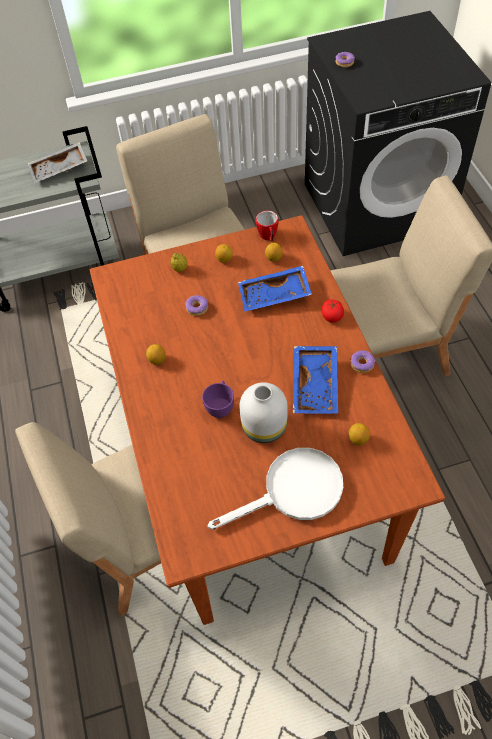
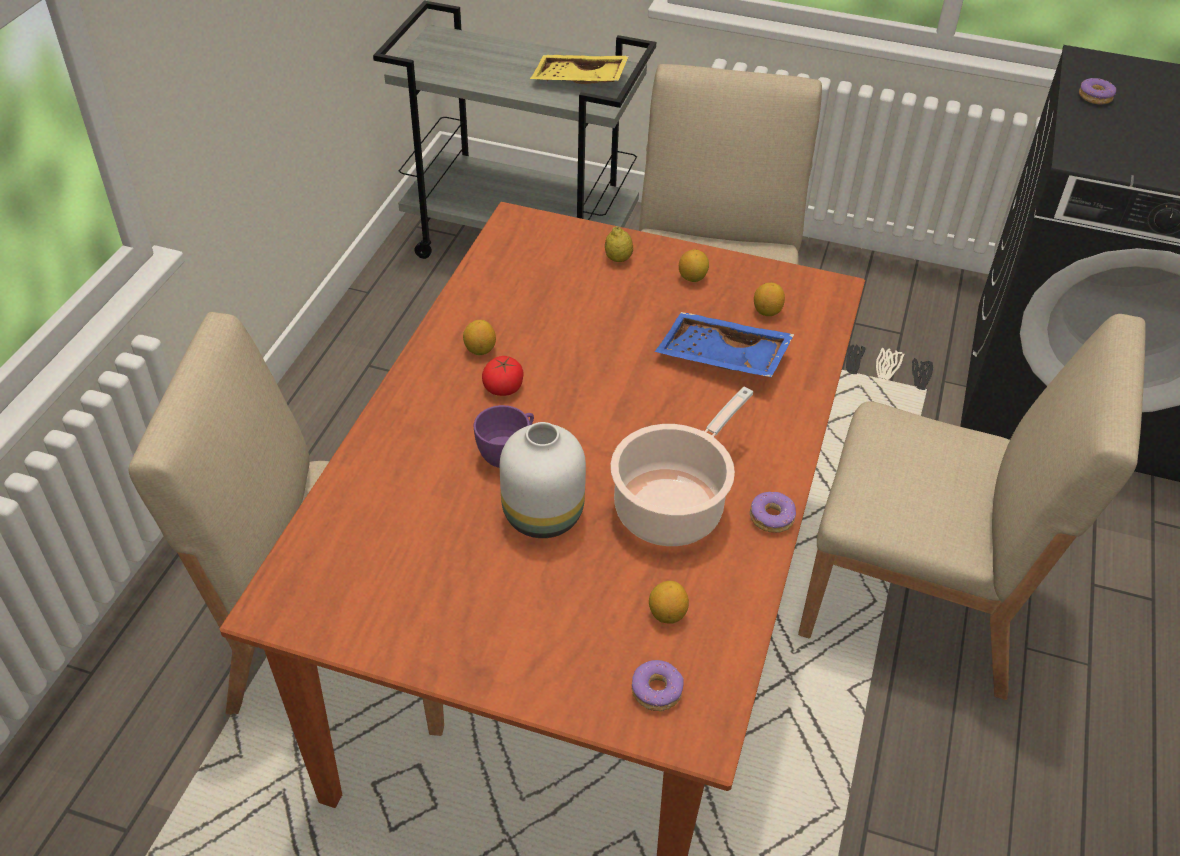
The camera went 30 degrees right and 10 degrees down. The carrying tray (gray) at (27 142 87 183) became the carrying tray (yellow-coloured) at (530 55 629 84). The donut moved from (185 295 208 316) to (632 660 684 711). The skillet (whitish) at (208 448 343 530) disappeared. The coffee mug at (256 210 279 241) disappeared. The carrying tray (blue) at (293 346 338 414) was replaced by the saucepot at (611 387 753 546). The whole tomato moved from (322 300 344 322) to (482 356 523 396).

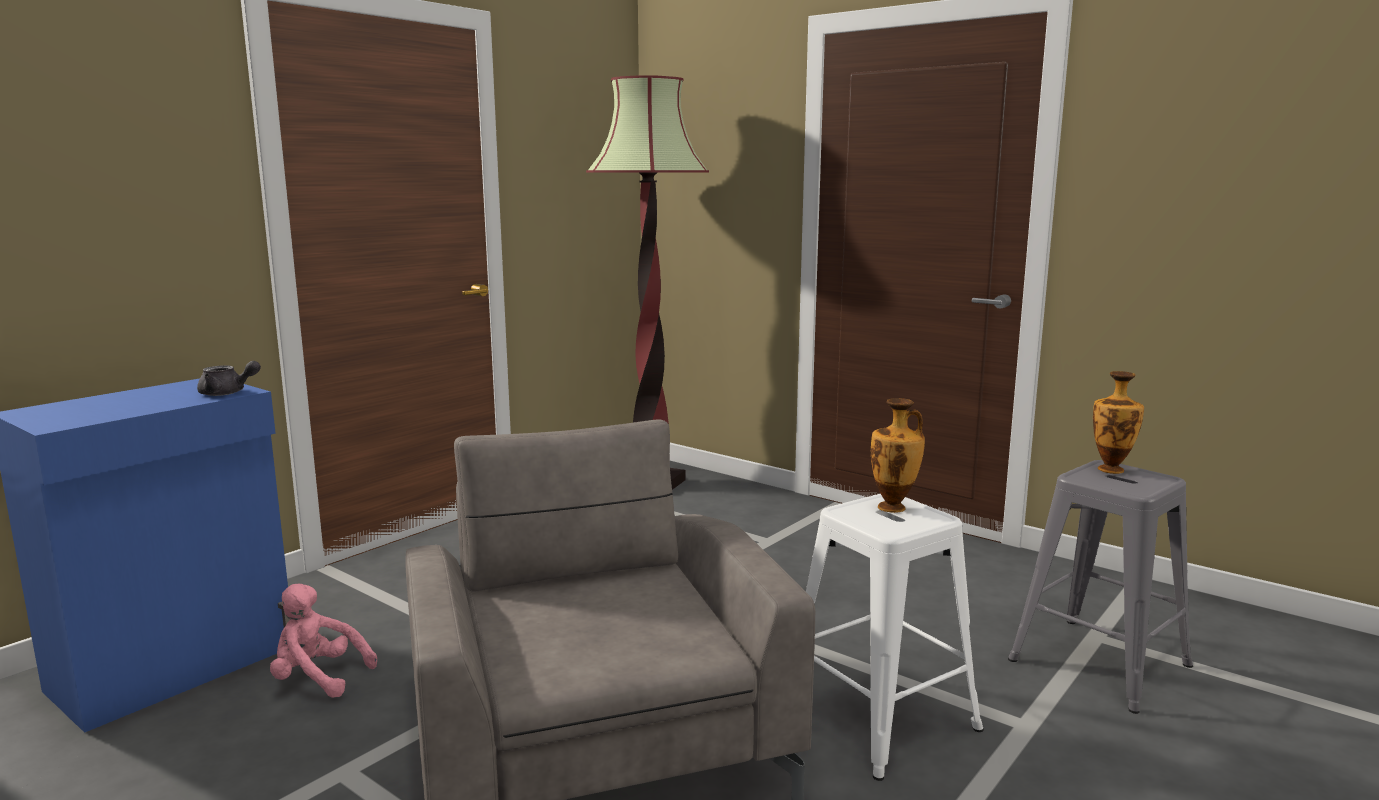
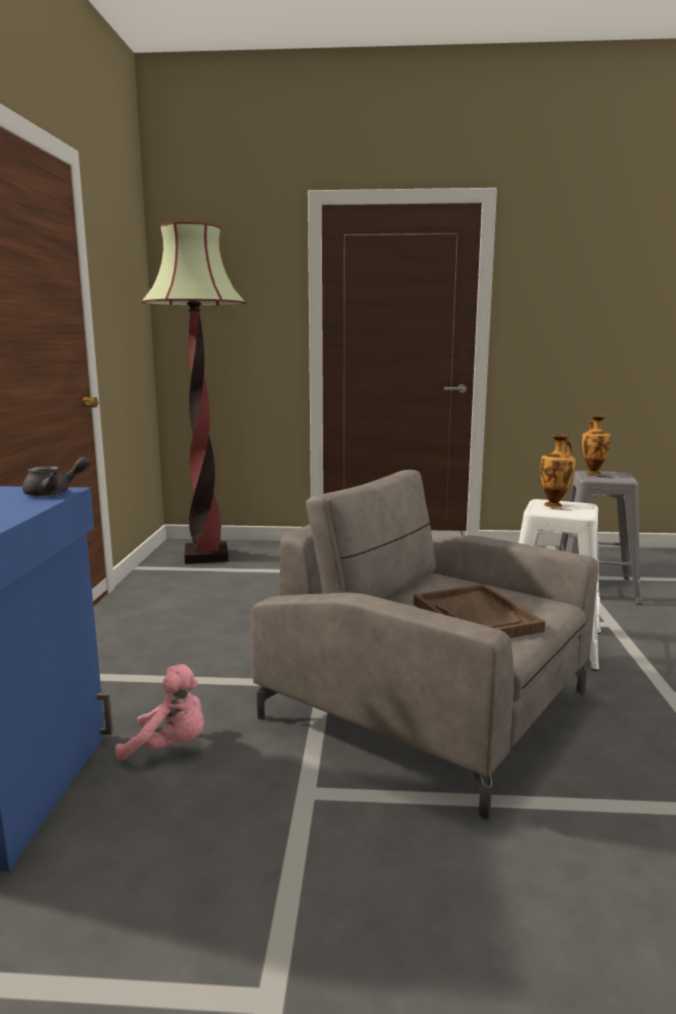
The camera went 35 degrees left and 0 degrees up. The cuddly toy (pink-coloured) at (270 584 377 698) turned 150 degrees counterclockwise. The carrying tray (brownish) at (413 584 545 638) appeared.

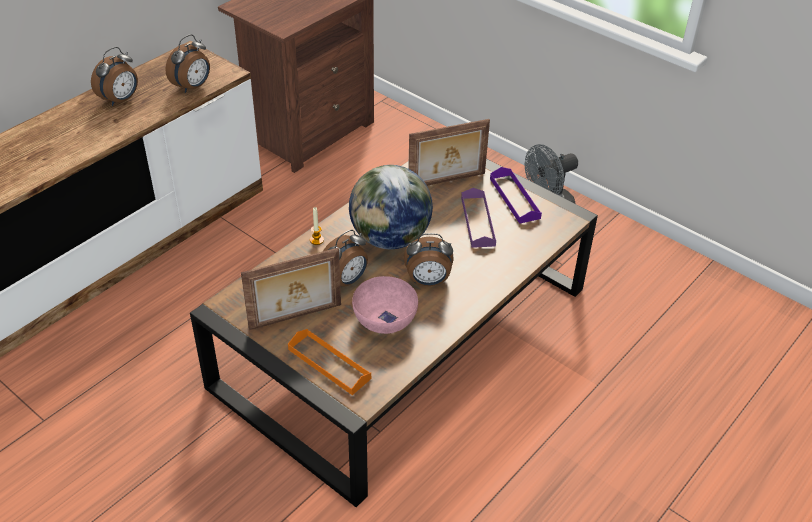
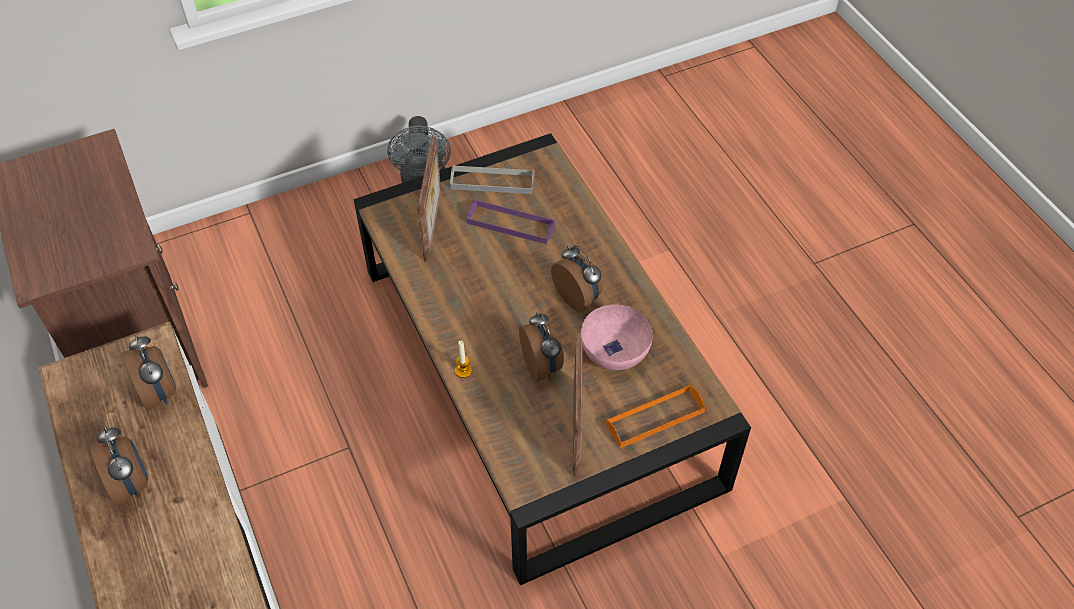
The camera went 65 degrees left and 10 degrees up. The world globe at (349 165 433 249) disappeared. The table clock at (404 233 454 286) turned 60 degrees counterclockwise. The carrying tray (purplish) at (490 167 542 224) became the carrying tray (gray) at (450 165 534 194).

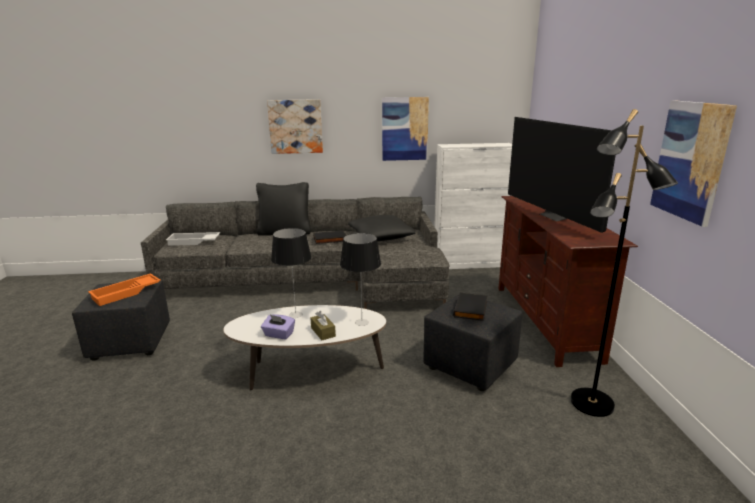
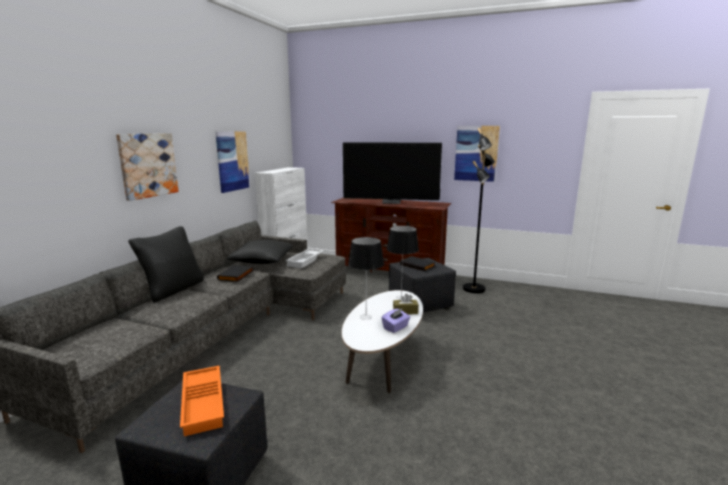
The camera went 65 degrees left and 5 degrees down. The carrying tray (whitish) moved from (166 232 220 246) to (285 249 324 268).

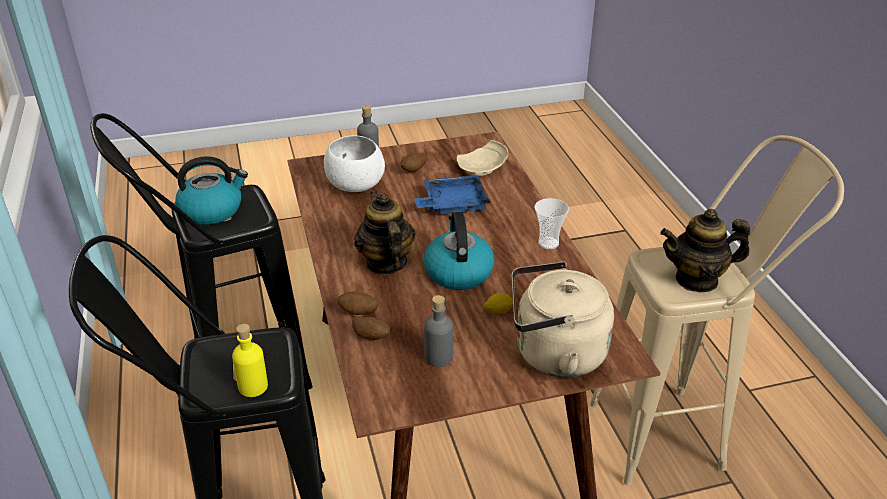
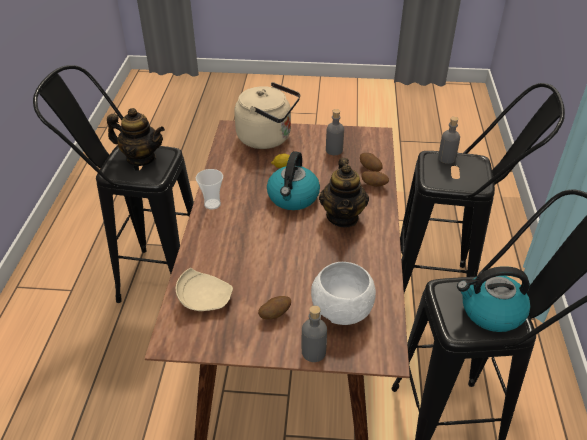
The camera went 160 degrees left and 5 degrees up. The beverage bottle (yellow-coloured) at (232 324 268 397) became the beverage bottle (gray) at (438 117 460 164). The carrying tray (blue) at (414 175 491 214) disappeared. The stool seat (sand-coloured) at (590 135 844 485) became the stool seat (black) at (33 65 194 303).

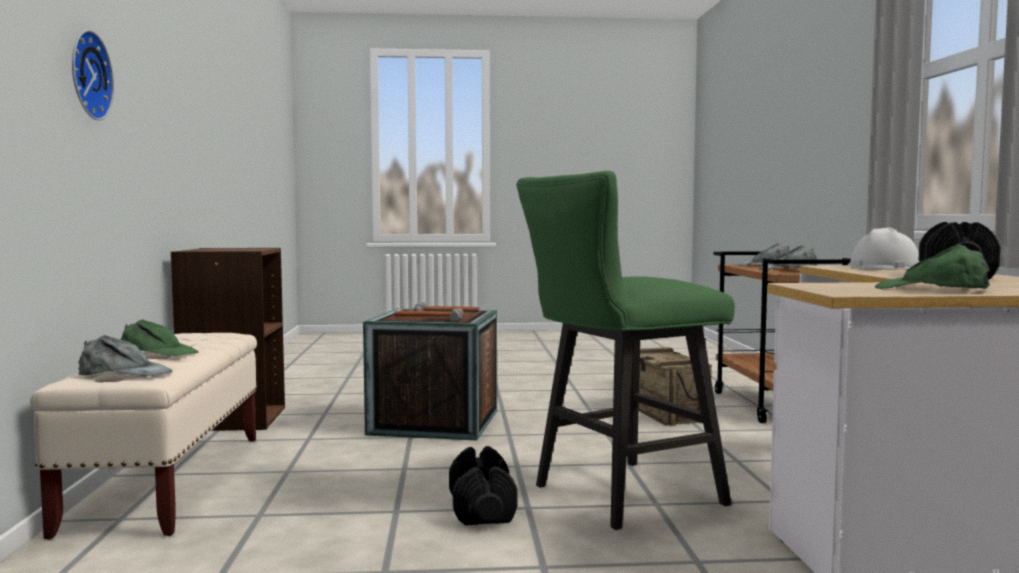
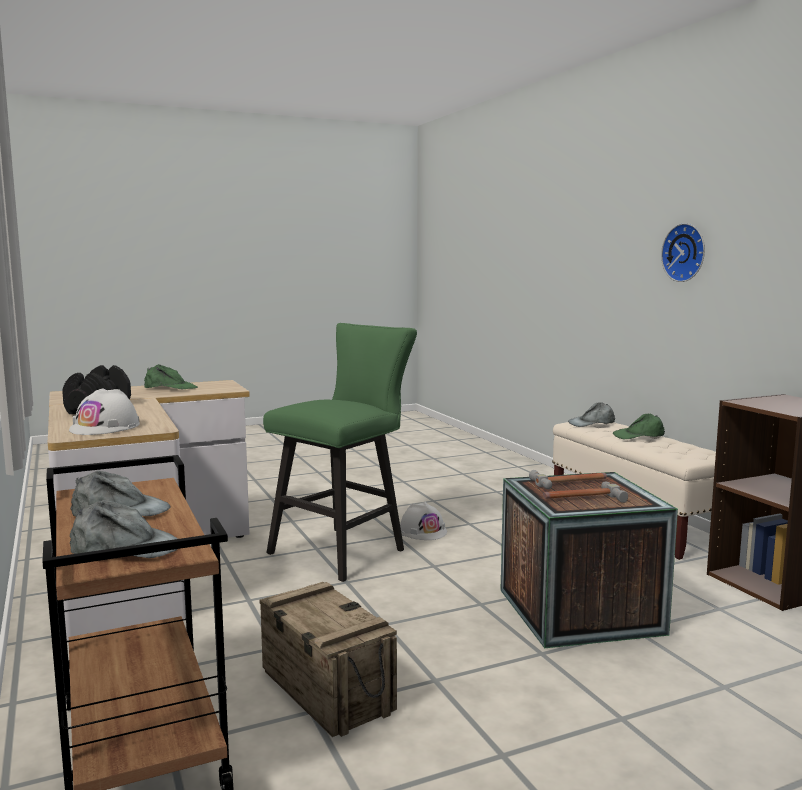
The camera went 160 degrees right and 5 degrees up. The free weight (black) at (449 446 517 525) was replaced by the work helmet (whitish) at (400 502 447 540).

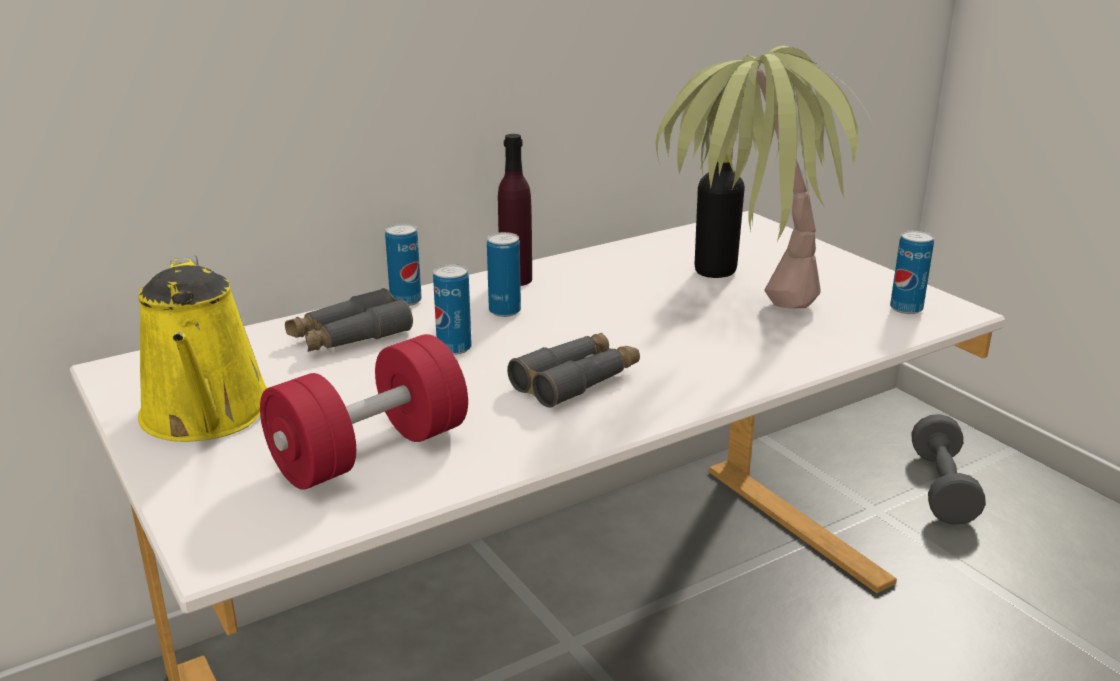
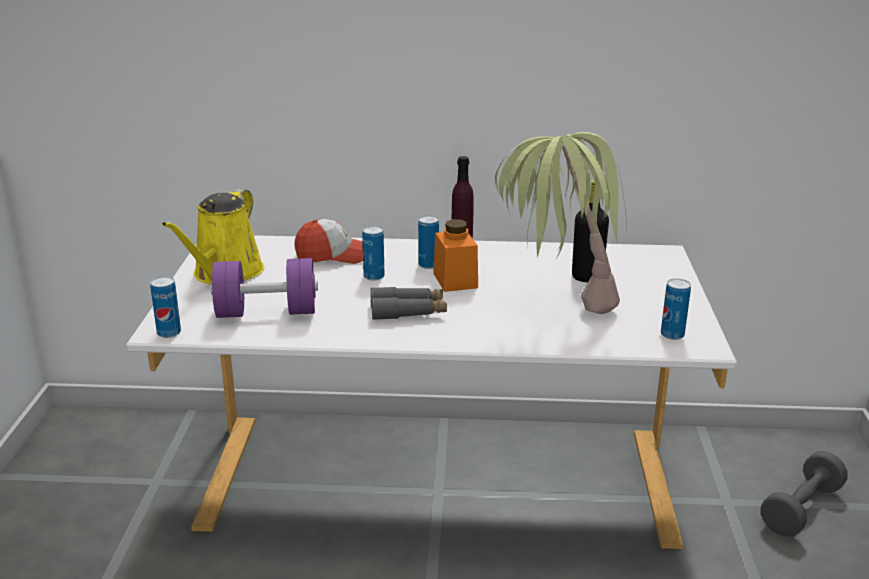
The camera went 35 degrees right and 0 degrees up. The free weight (red) at (260 334 468 490) became the free weight (purplish) at (211 258 318 318). The field glasses (gray) at (285 288 413 352) was replaced by the baseball cap at (295 219 363 264). The sealed can moved from (385 223 422 306) to (150 276 181 338). The jar (orangey) at (433 219 478 292) appeared.

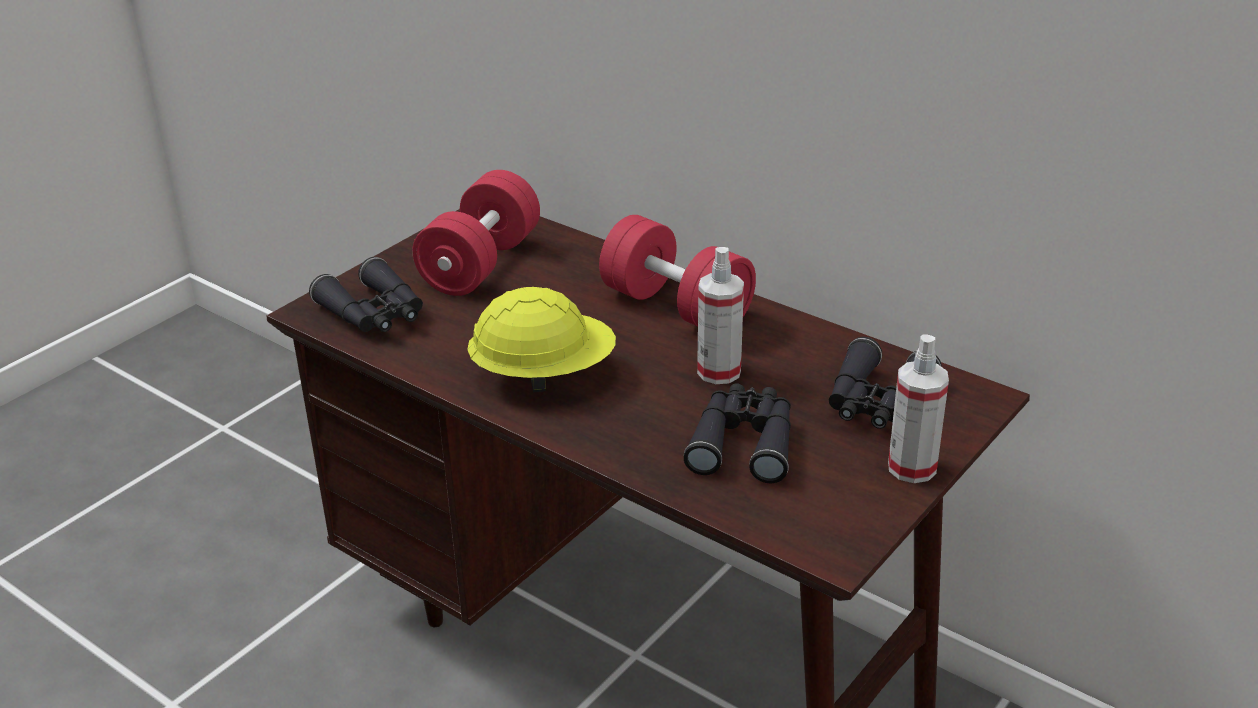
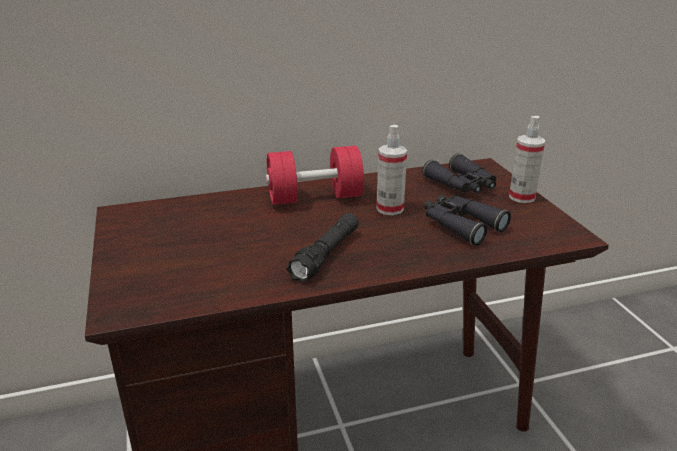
The camera went 55 degrees left and 5 degrees down. The field glasses (black) at (309 257 423 332) disappeared. The free weight (red) at (412 170 540 296) disappeared. The work helmet (yellow-coloured) at (467 287 616 392) was replaced by the torch (black) at (286 213 359 283).

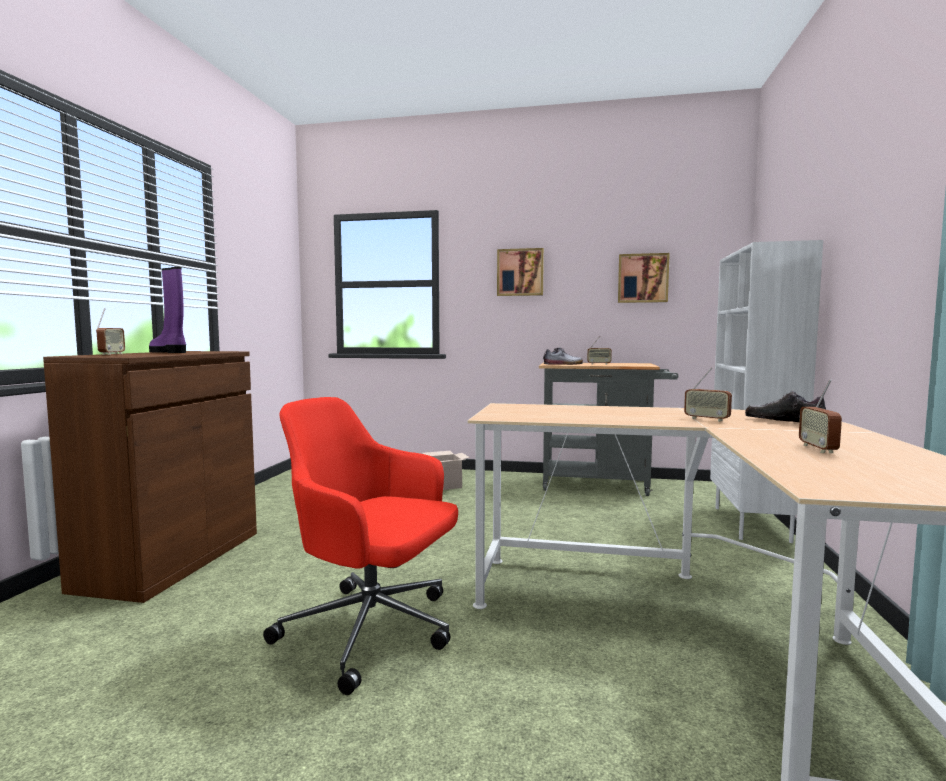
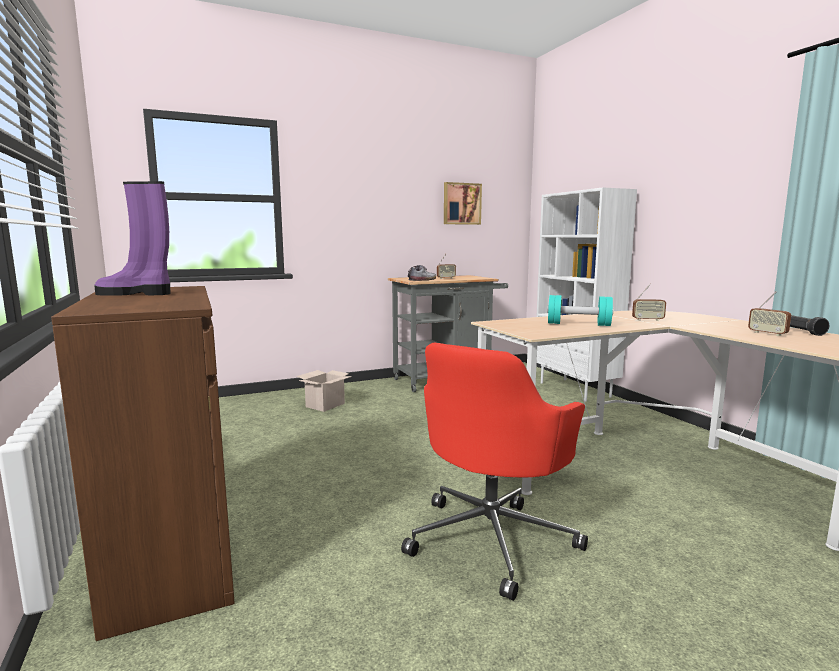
The camera went 35 degrees left and 5 degrees up. The radio set at (96 308 125 355) disappeared. The desk chair (red) at (263 397 458 695) turned 45 degrees counterclockwise. The wall picture at (497 248 544 296) disappeared. The shoe at (745 391 826 422) disappeared. The free weight (turquoise) at (547 295 613 326) appeared. The torch (black) at (790 315 829 336) appeared.

